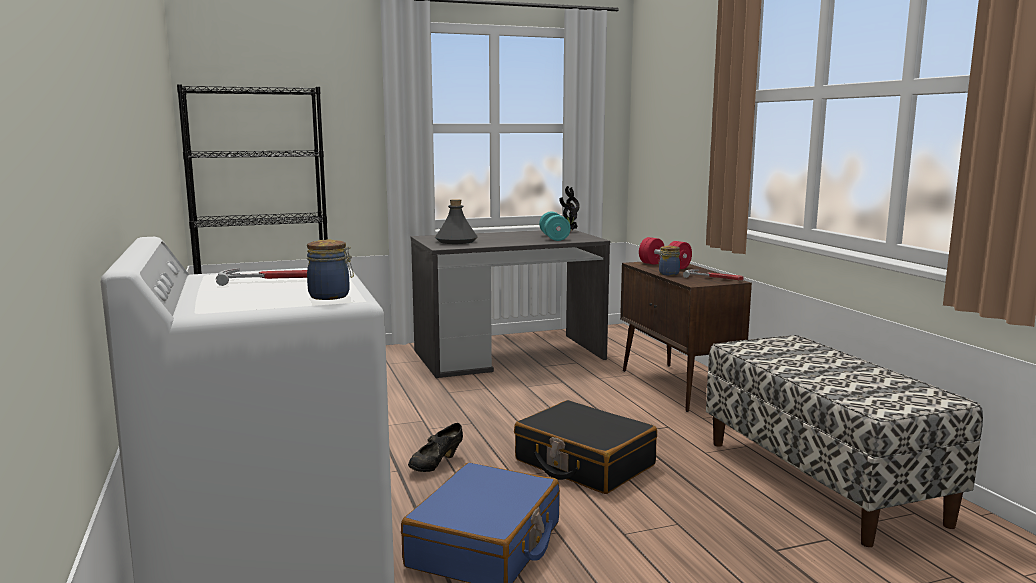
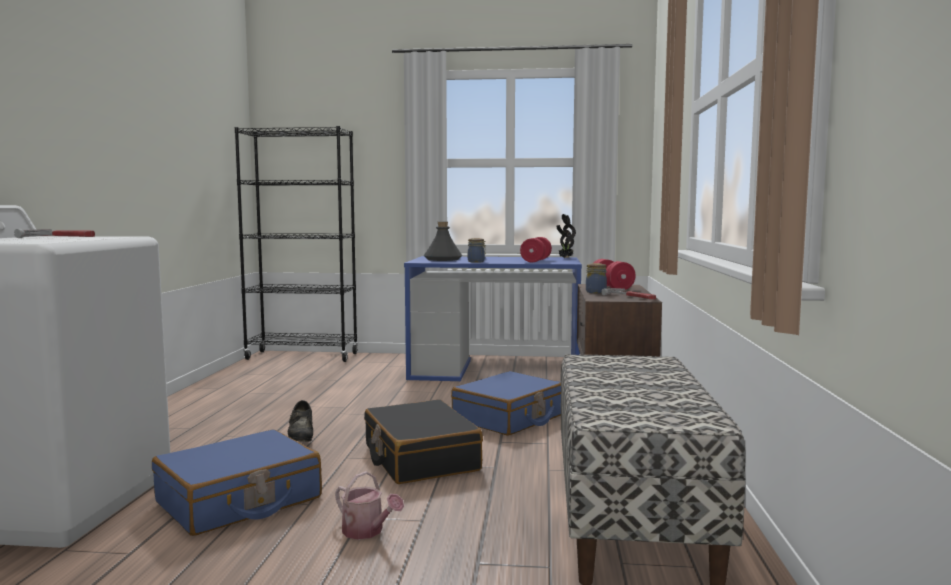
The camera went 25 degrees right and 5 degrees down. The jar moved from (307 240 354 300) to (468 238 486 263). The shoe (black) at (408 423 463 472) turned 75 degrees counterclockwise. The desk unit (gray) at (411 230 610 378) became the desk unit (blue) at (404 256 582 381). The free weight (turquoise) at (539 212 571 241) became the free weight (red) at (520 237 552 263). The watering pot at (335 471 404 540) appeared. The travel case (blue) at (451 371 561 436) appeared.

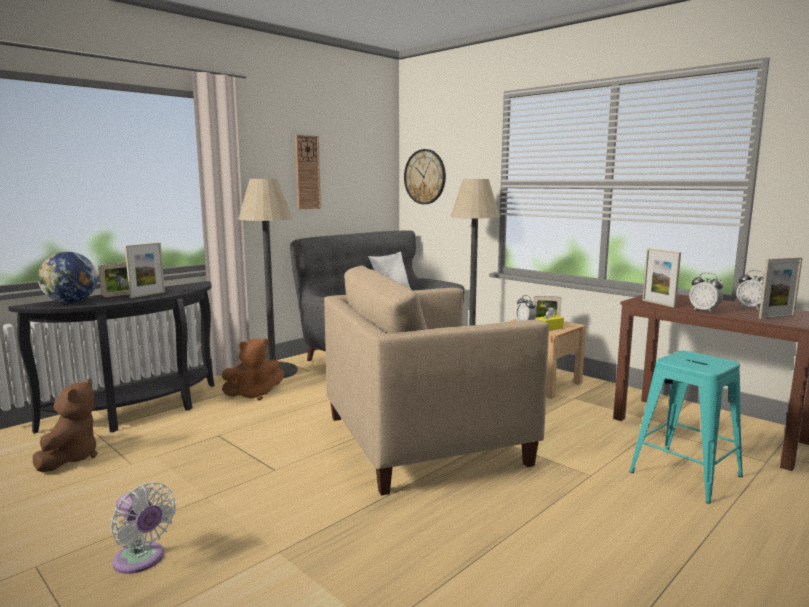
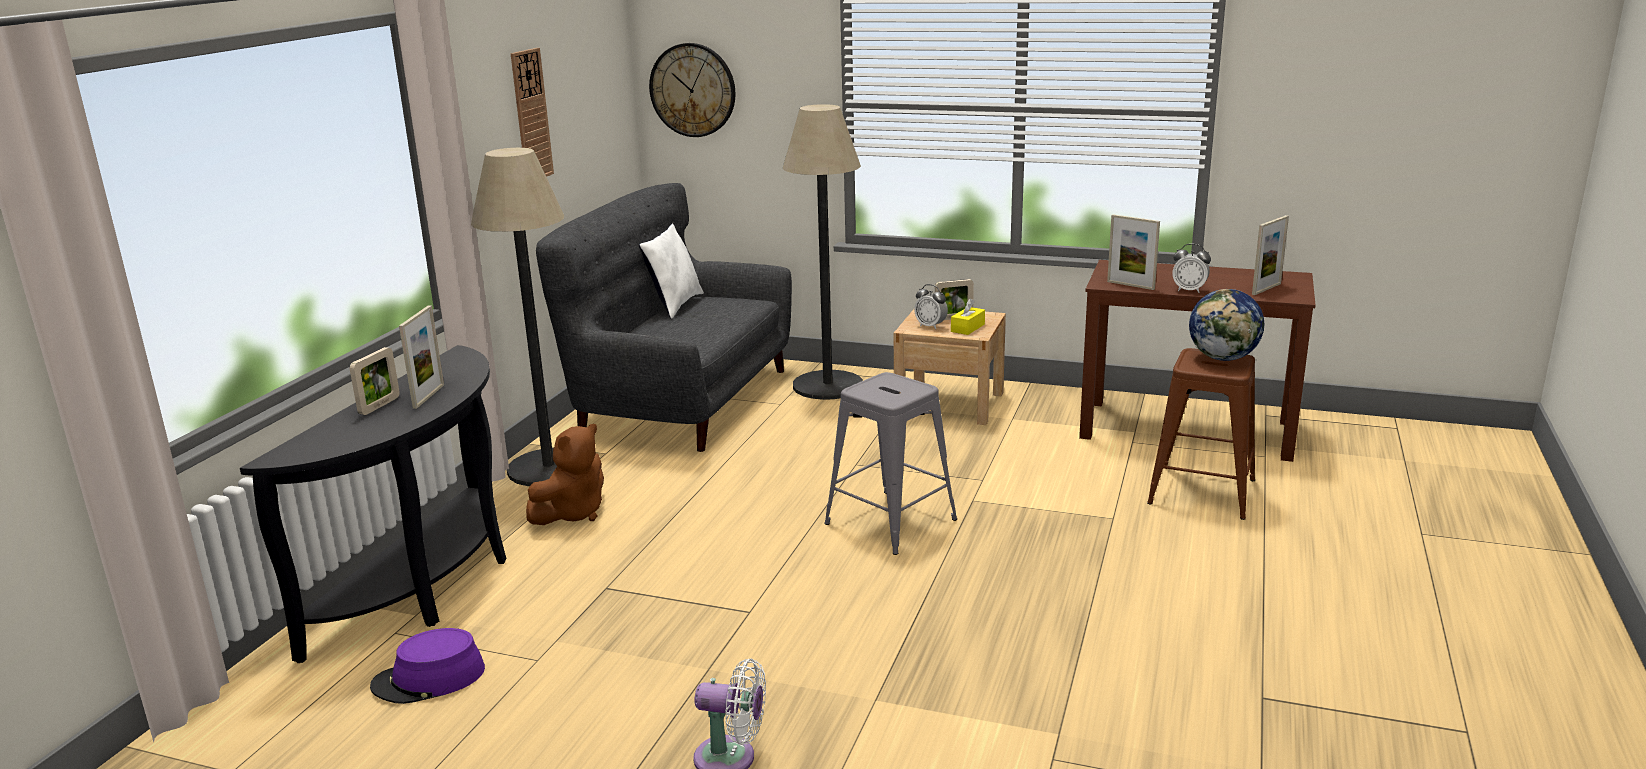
The camera went 25 degrees left and 10 degrees up. The cuddly toy (brownish) at (33 379 97 472) was replaced by the hat (purplish) at (370 628 485 704). The world globe moved from (38 252 98 303) to (1189 289 1264 361). The armchair (sand-coloured) at (324 266 549 496) was replaced by the stool seat (gray) at (824 372 957 555). The stool seat (turquoise) at (629 350 743 504) became the stool seat (brownish) at (1147 348 1255 520). The table clock at (737 270 764 310) disappeared.

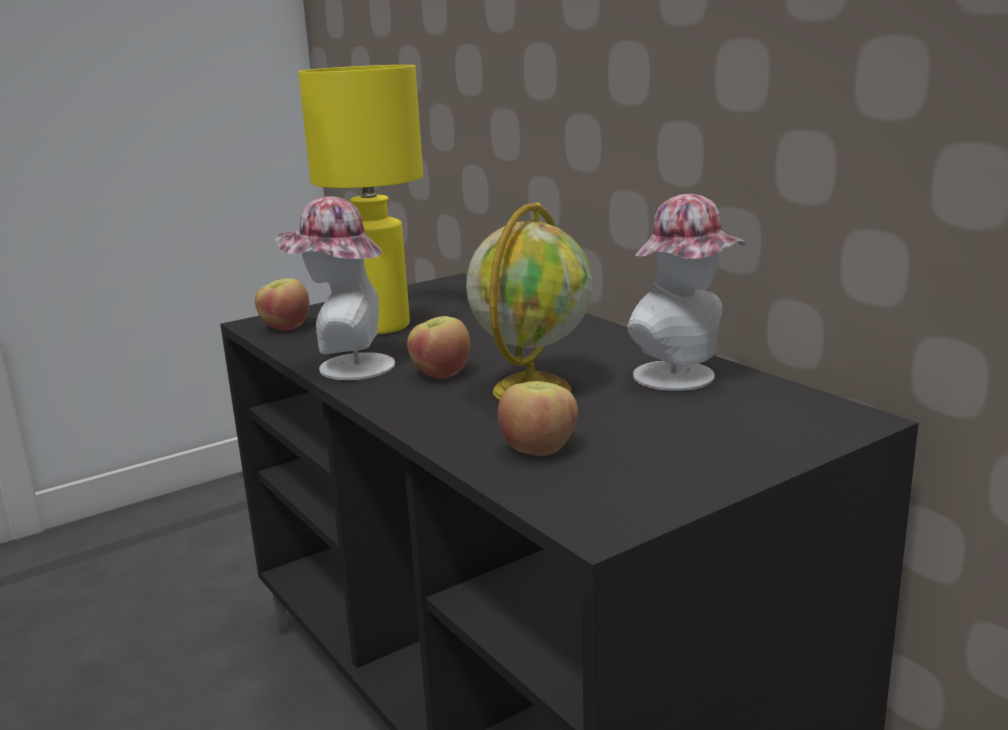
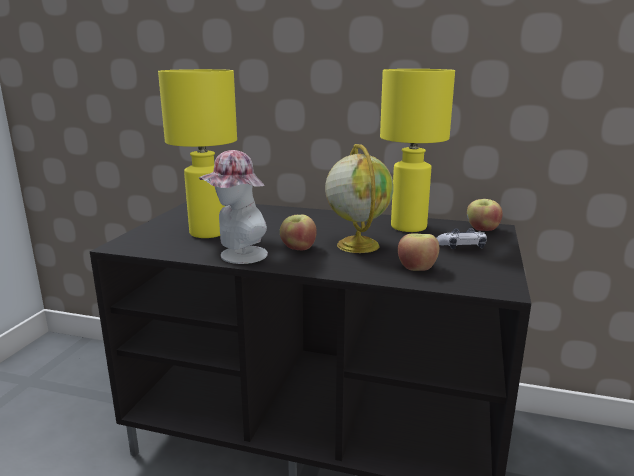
The camera went 40 degrees left and 0 degrees up. The apple fruit moved from (255 278 309 330) to (467 199 503 231). The hat at (627 194 745 391) was replaced by the lamp for a table (yellow-coloured) at (380 69 455 232). The gamepad at (436 228 487 249) appeared.

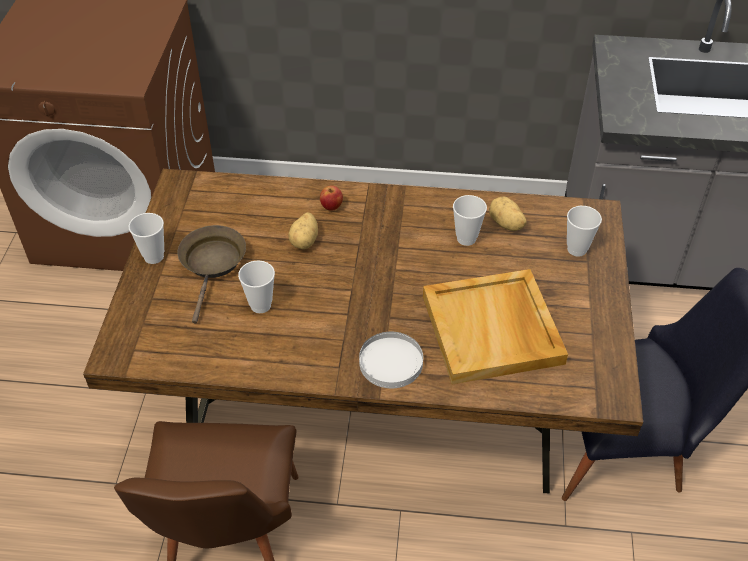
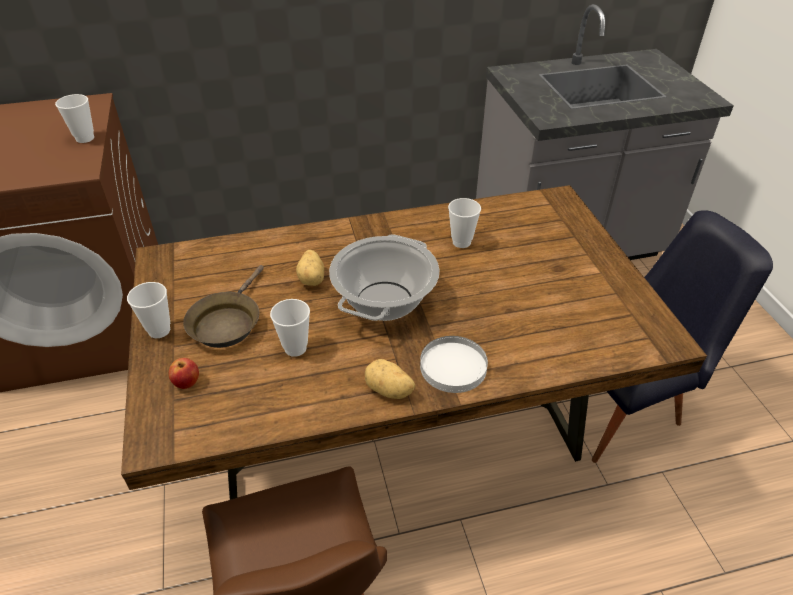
The camera went 20 degrees left and 5 degrees down. The skillet (brownish) at (177 225 246 324) turned 150 degrees counterclockwise. The apple fruit moved from (320 185 343 211) to (169 358 199 389). The carrying tray (sand-coloured) at (423 269 568 384) disappeared. The spud moved from (489 197 527 231) to (365 359 415 399). The drinking cup moved from (567 206 602 257) to (55 94 94 143). The saucepot at (329 234 439 321) appeared.

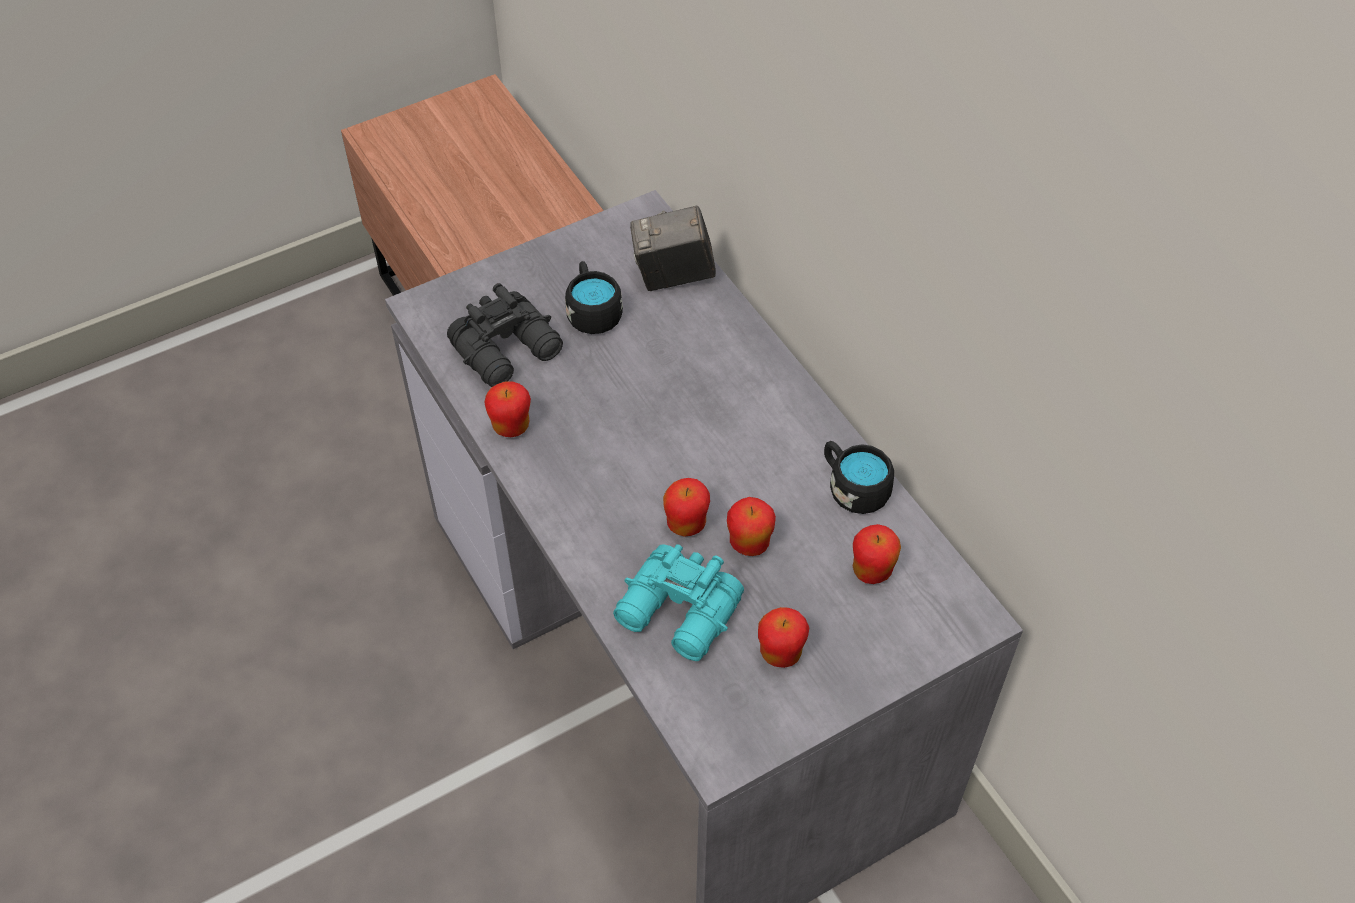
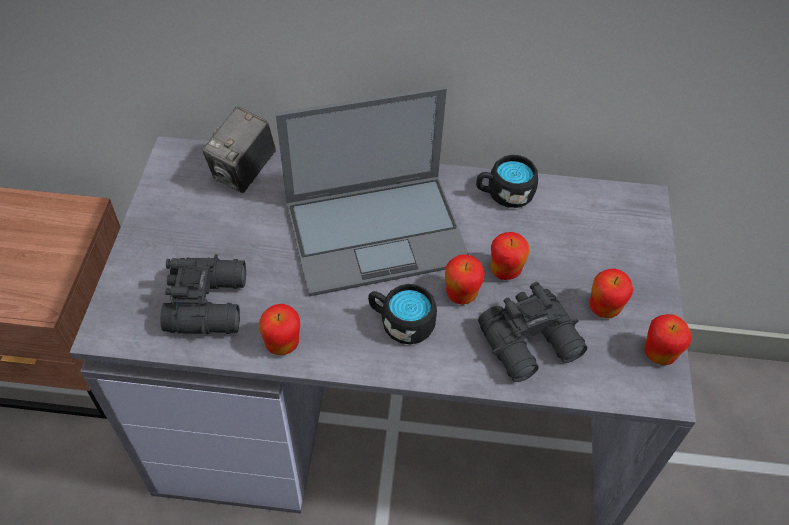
The camera went 55 degrees left and 0 degrees up. The coffee mug (black) moved from (565 261 623 334) to (368 284 437 345). The field glasses (turquoise) at (613 544 744 661) became the field glasses (black) at (478 282 587 382). The apple fruit moved from (853 524 901 584) to (644 314 692 365). The portable computer at (276 86 469 296) appeared.

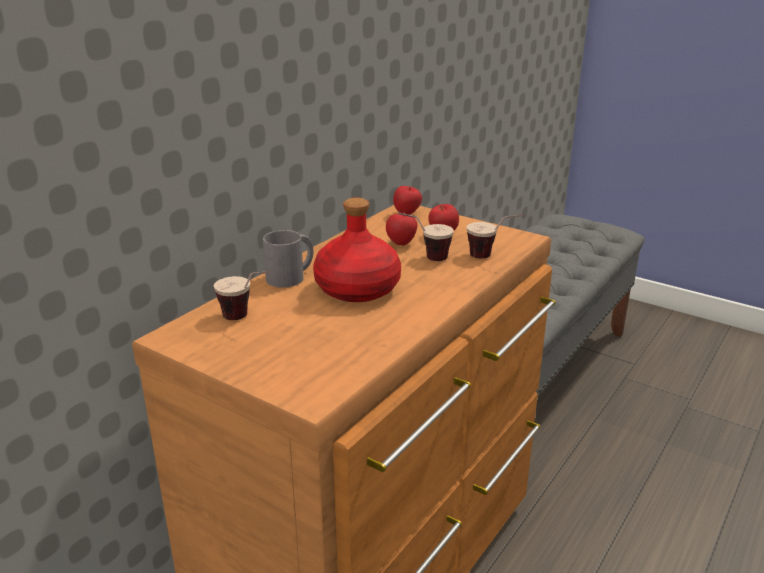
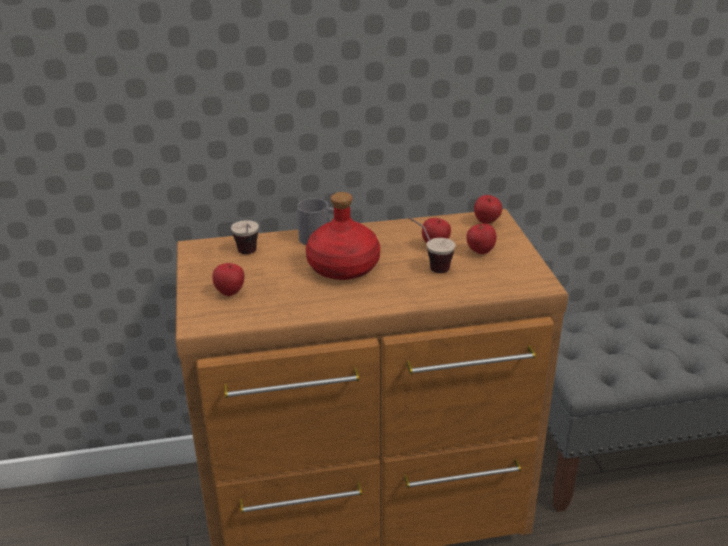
The camera went 45 degrees right and 5 degrees up. The drinking cup at (467 214 523 259) disappeared. The apple fruit at (212 263 244 296) appeared.

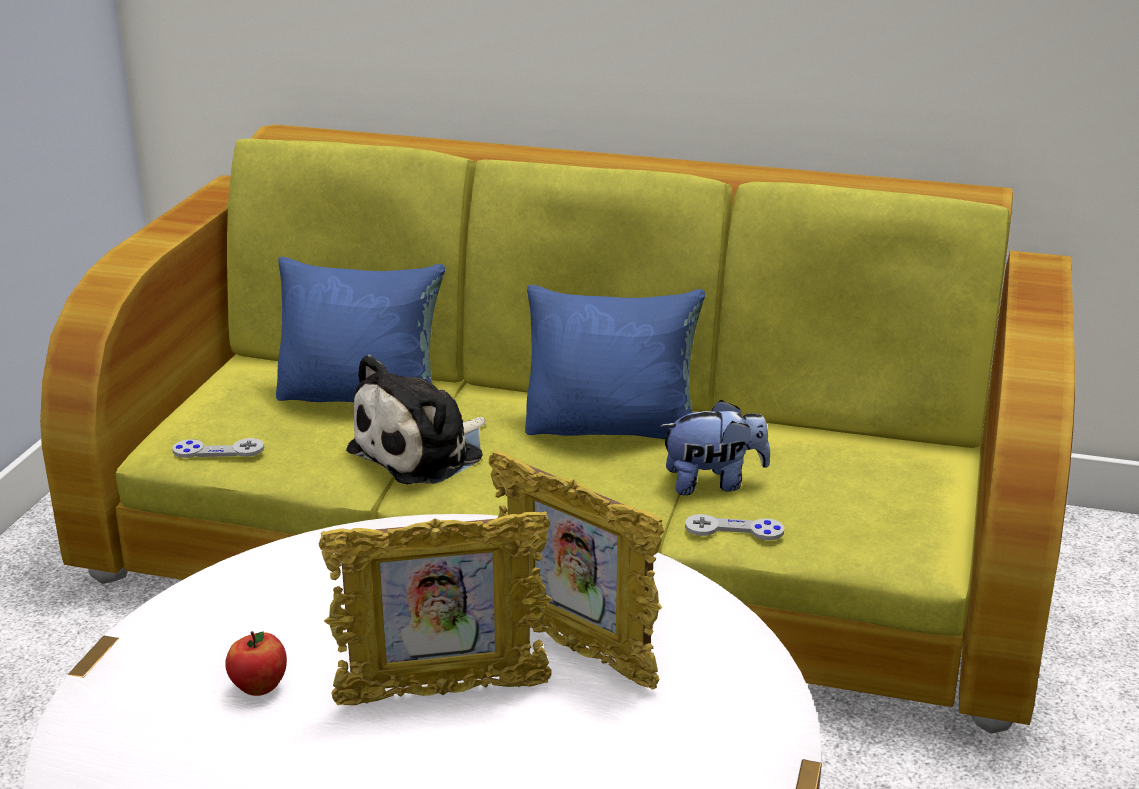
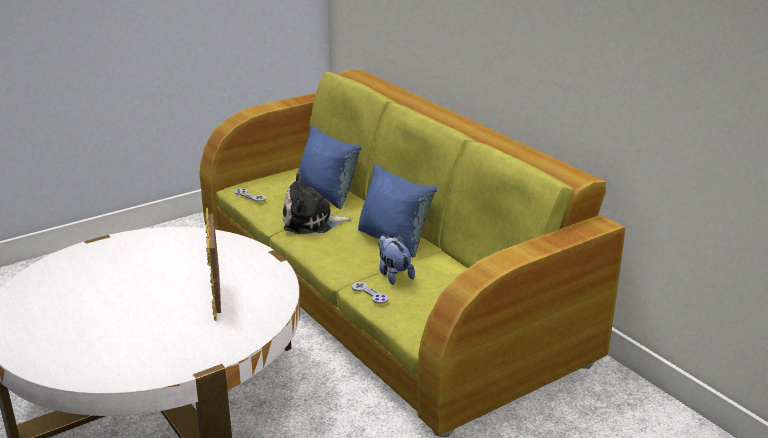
The camera went 40 degrees right and 0 degrees up. The apple fruit at (225 631 287 696) disappeared. The standing frame at (319 511 552 705) disappeared. The cuddly toy at (660 400 770 495) turned 150 degrees counterclockwise.

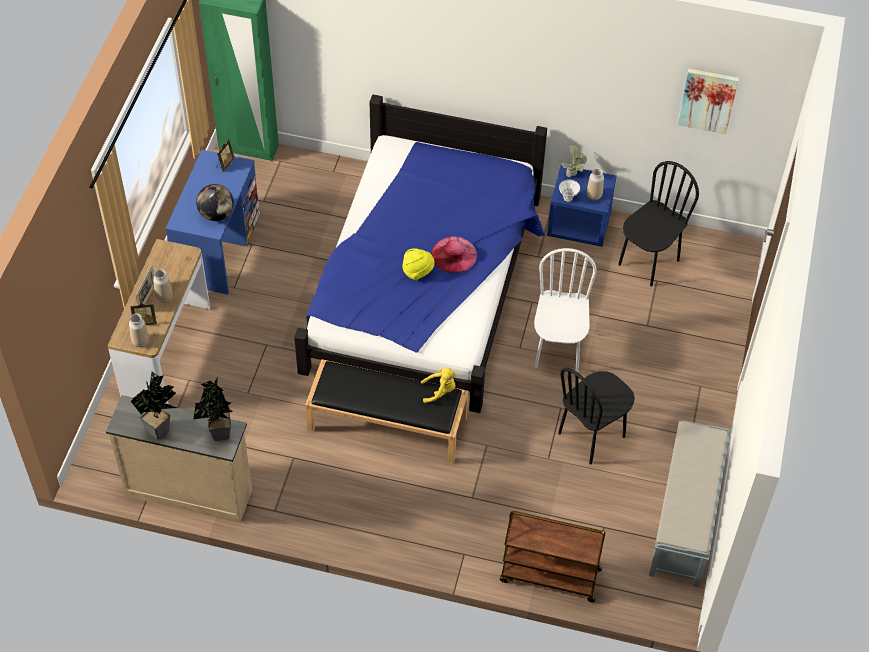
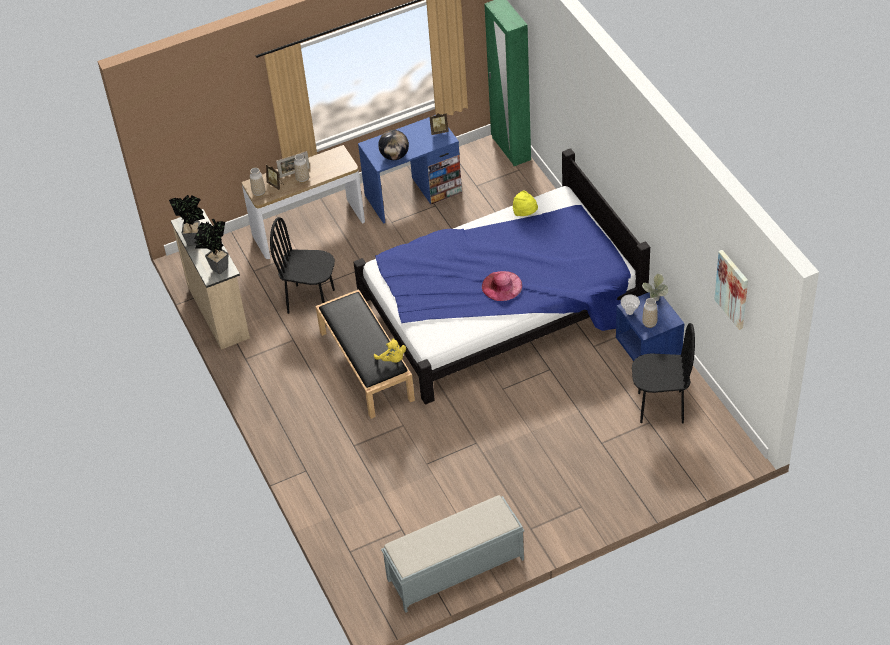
The camera went 55 degrees right and 5 degrees down. The hat (yellow-coloured) moved from (403 248 435 280) to (513 190 538 216). The wheeled cart (brownish) at (500 511 606 603) disappeared. The upright chair (whitish) at (534 248 596 372) disappeared. The upright chair (black) moved from (558 368 635 465) to (270 217 335 314).

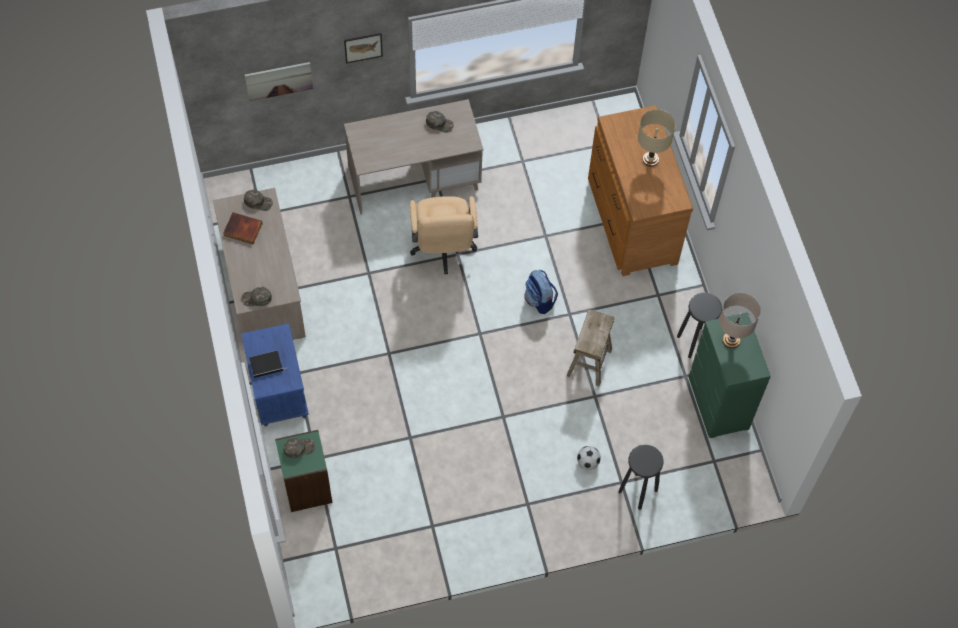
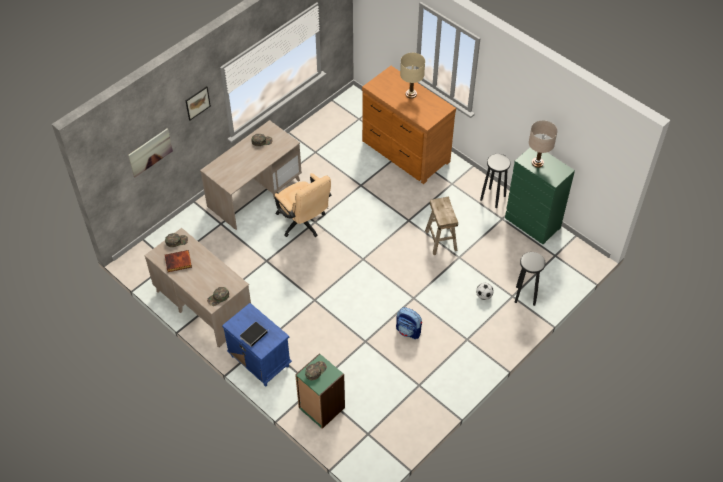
The camera went 30 degrees left and 10 degrees down. The knapsack moved from (524 270 558 314) to (396 307 422 339).

